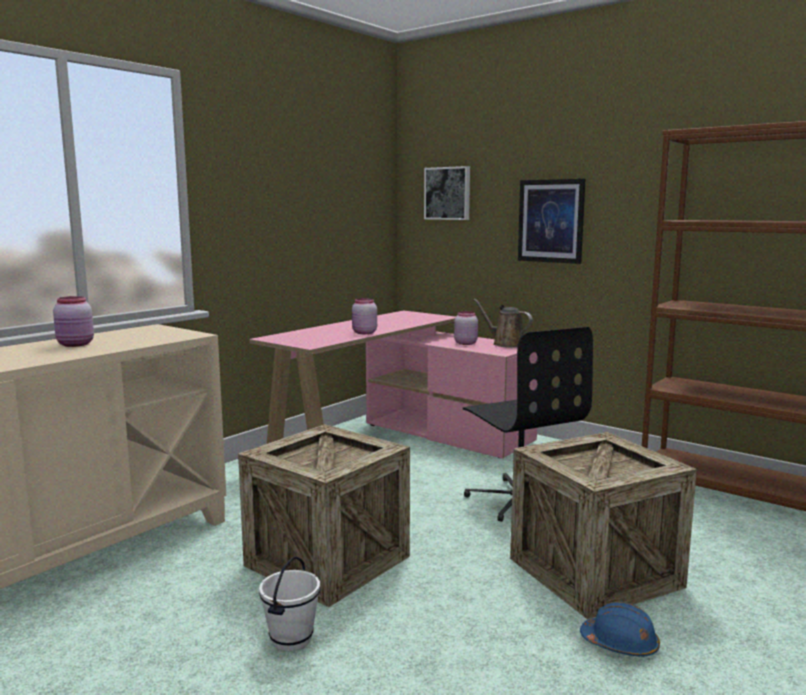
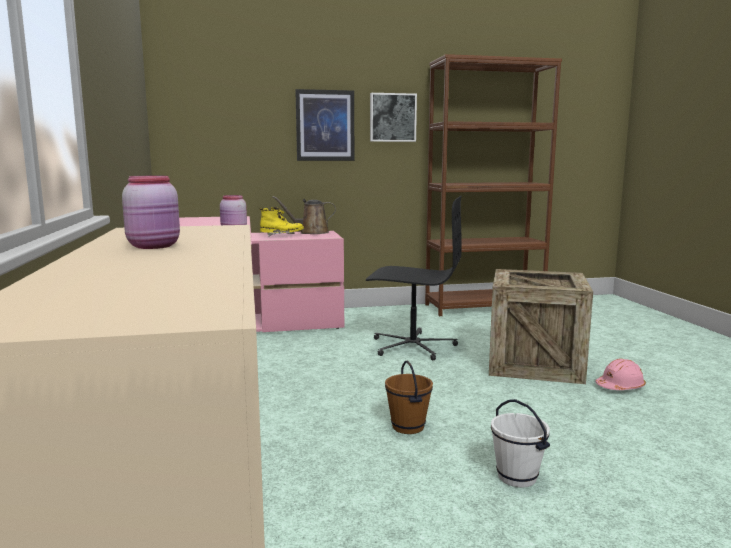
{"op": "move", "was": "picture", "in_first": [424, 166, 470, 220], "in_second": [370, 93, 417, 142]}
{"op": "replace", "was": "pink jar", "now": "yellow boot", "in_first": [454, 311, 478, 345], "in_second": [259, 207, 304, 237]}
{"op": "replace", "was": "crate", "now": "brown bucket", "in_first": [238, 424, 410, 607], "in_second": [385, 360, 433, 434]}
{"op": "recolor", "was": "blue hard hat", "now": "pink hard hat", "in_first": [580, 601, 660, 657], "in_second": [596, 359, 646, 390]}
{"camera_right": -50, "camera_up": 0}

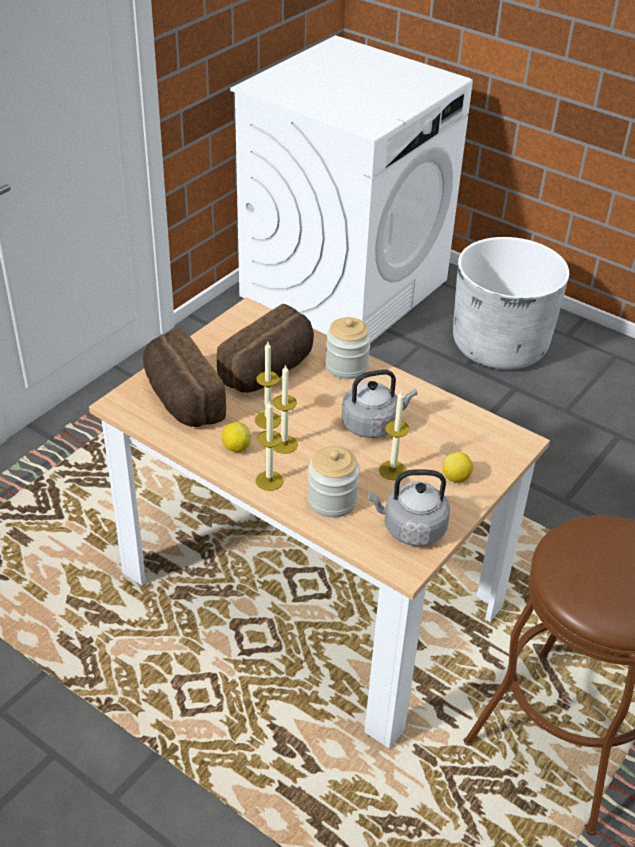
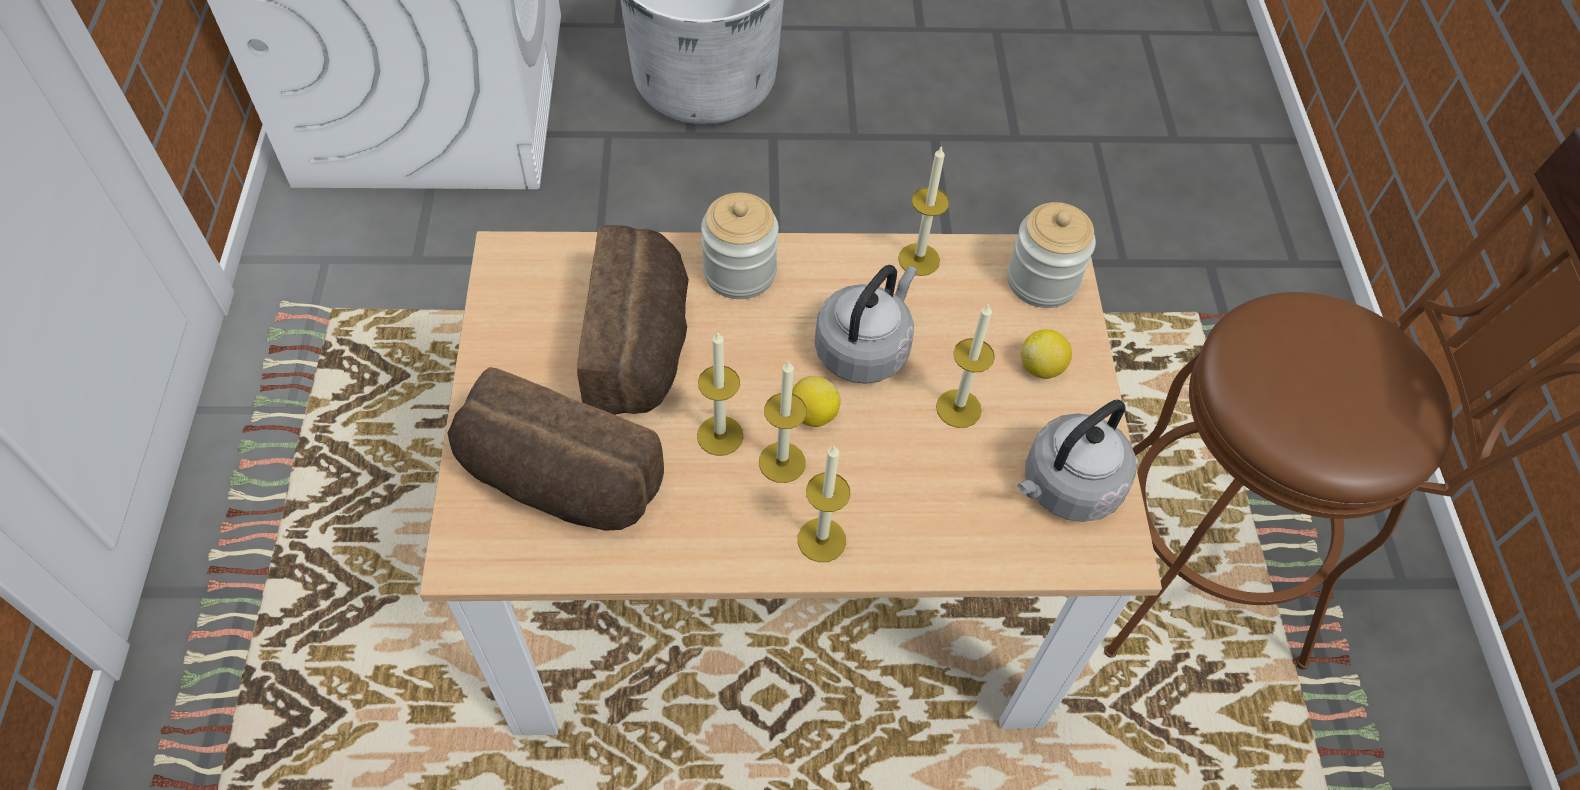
{"op": "move", "was": "lemon", "in_first": [222, 422, 251, 452], "in_second": [792, 376, 841, 427]}
{"op": "move", "was": "jar", "in_first": [308, 446, 360, 518], "in_second": [1007, 202, 1096, 308]}
{"op": "insert", "now": "candle", "in_second": [898, 145, 950, 276]}
{"camera_right": -40, "camera_up": 15}

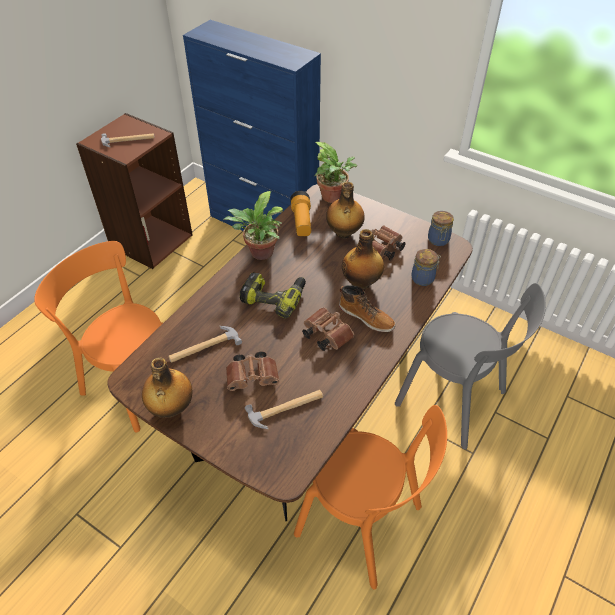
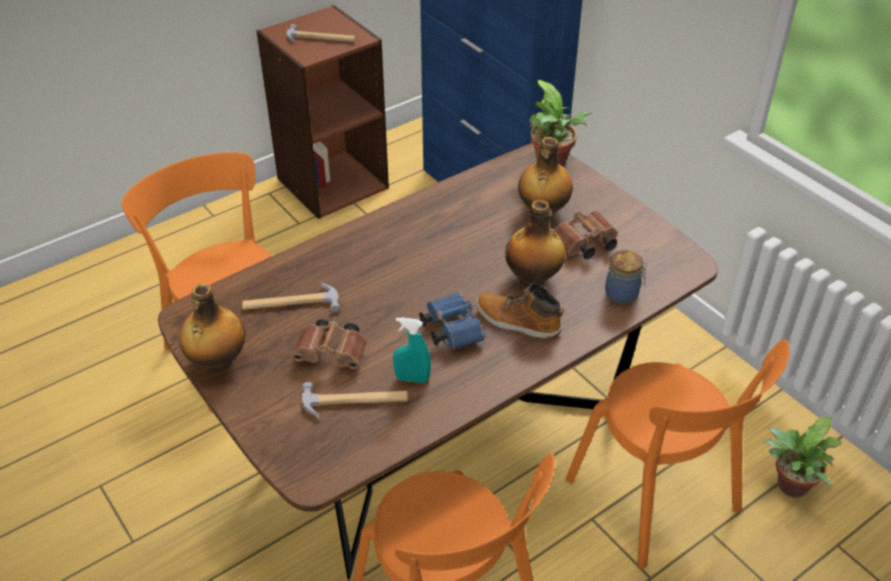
{"op": "move", "was": "potted plant", "in_first": [223, 191, 283, 260], "in_second": [763, 417, 841, 498]}
{"op": "delete", "was": "flashlight", "in_first": [290, 191, 311, 237]}
{"op": "delete", "was": "jar", "in_first": [428, 211, 454, 246]}
{"op": "delete", "was": "power drill", "in_first": [240, 272, 306, 319]}
{"op": "recolor", "was": "grey chair", "now": "orange chair", "in_first": [395, 283, 546, 449], "in_second": [566, 339, 790, 569]}
{"op": "rotate", "was": "boot", "in_first": [339, 285, 396, 332], "in_second": [476, 284, 564, 340], "clockwise": 150}
{"op": "recolor", "was": "brown binoculars", "now": "blue binoculars", "in_first": [302, 308, 355, 351], "in_second": [419, 292, 485, 349]}
{"op": "insert", "now": "turquoise spray bottle", "in_second": [393, 317, 431, 383]}
{"camera_right": 20, "camera_up": -5}

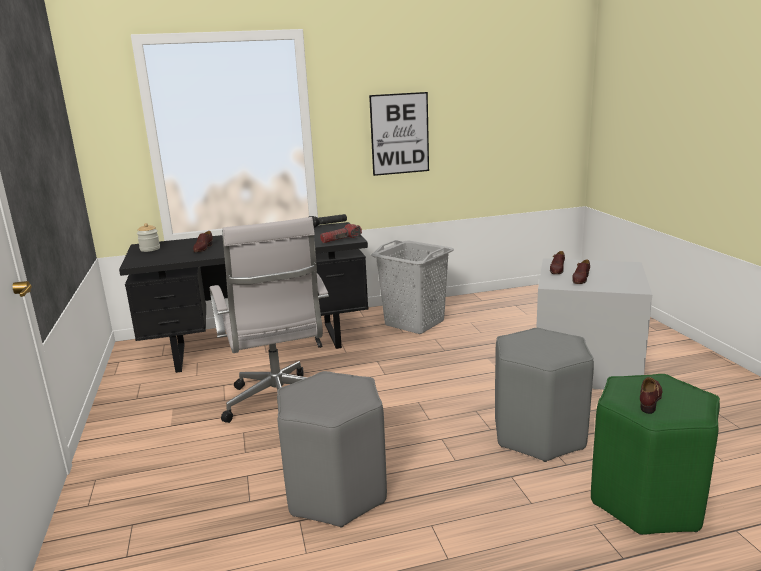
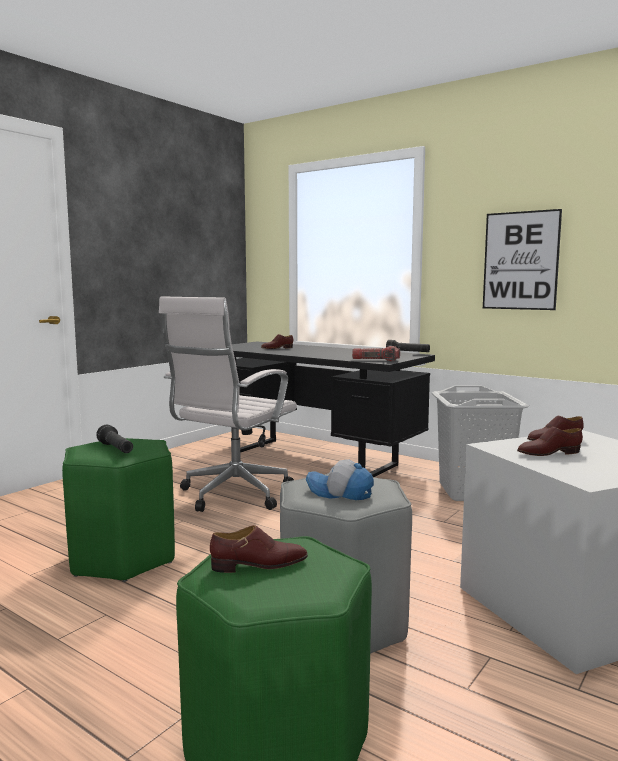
{"op": "delete", "was": "jar", "in_first": [137, 223, 160, 252]}
{"op": "recolor", "was": "grey stool", "now": "green stool", "in_first": [277, 371, 387, 528], "in_second": [62, 438, 175, 582]}
{"op": "insert", "now": "black flashlight", "in_second": [96, 425, 133, 453]}
{"op": "insert", "now": "cap", "in_second": [306, 459, 374, 500]}
{"camera_right": 50, "camera_up": -10}

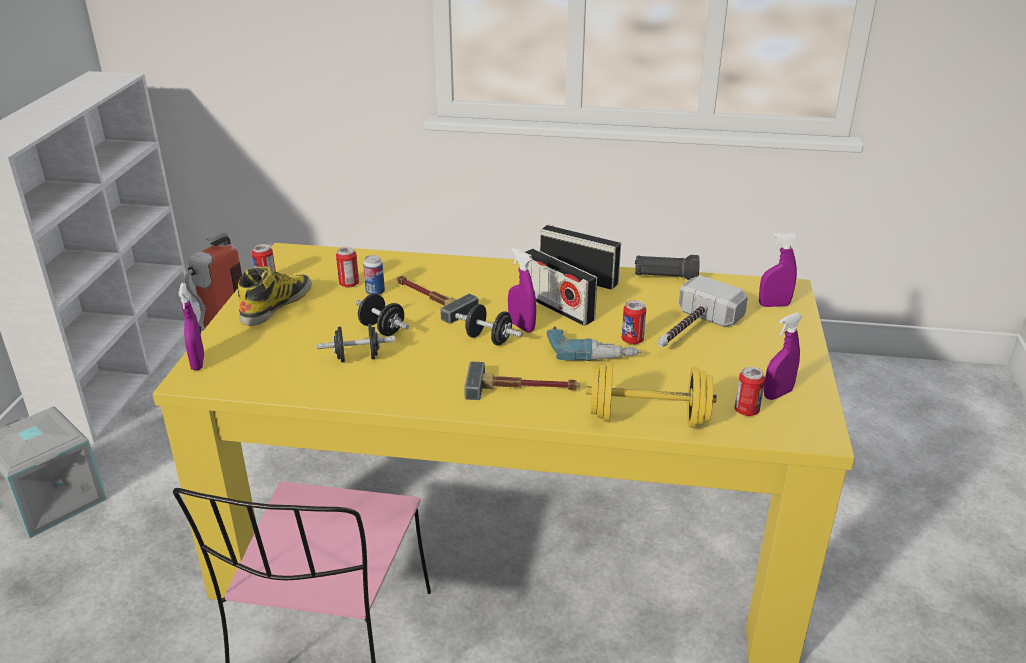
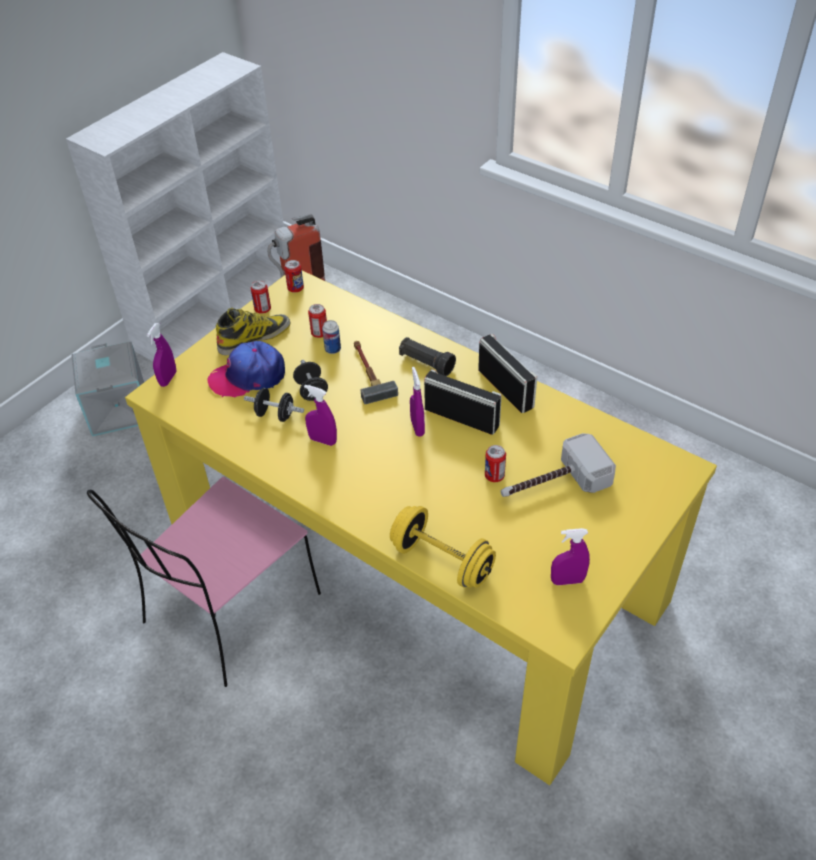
{"op": "move", "was": "purple spray bottle", "in_first": [759, 232, 798, 307], "in_second": [304, 385, 337, 446]}
{"op": "rotate", "was": "radio", "in_first": [524, 248, 597, 326], "in_second": [424, 369, 502, 435], "clockwise": 135}
{"op": "move", "was": "black flashlight", "in_first": [635, 255, 700, 281], "in_second": [399, 337, 456, 376]}
{"op": "delete", "was": "black dumbbell", "in_first": [455, 304, 523, 345]}
{"op": "delete", "was": "power drill", "in_first": [546, 327, 641, 361]}
{"op": "delete", "was": "hammer", "in_first": [464, 362, 580, 400]}
{"op": "move", "was": "can", "in_first": [735, 367, 765, 416], "in_second": [284, 260, 304, 293]}
{"op": "insert", "now": "cap", "in_second": [207, 341, 285, 397]}
{"camera_right": 30, "camera_up": 15}

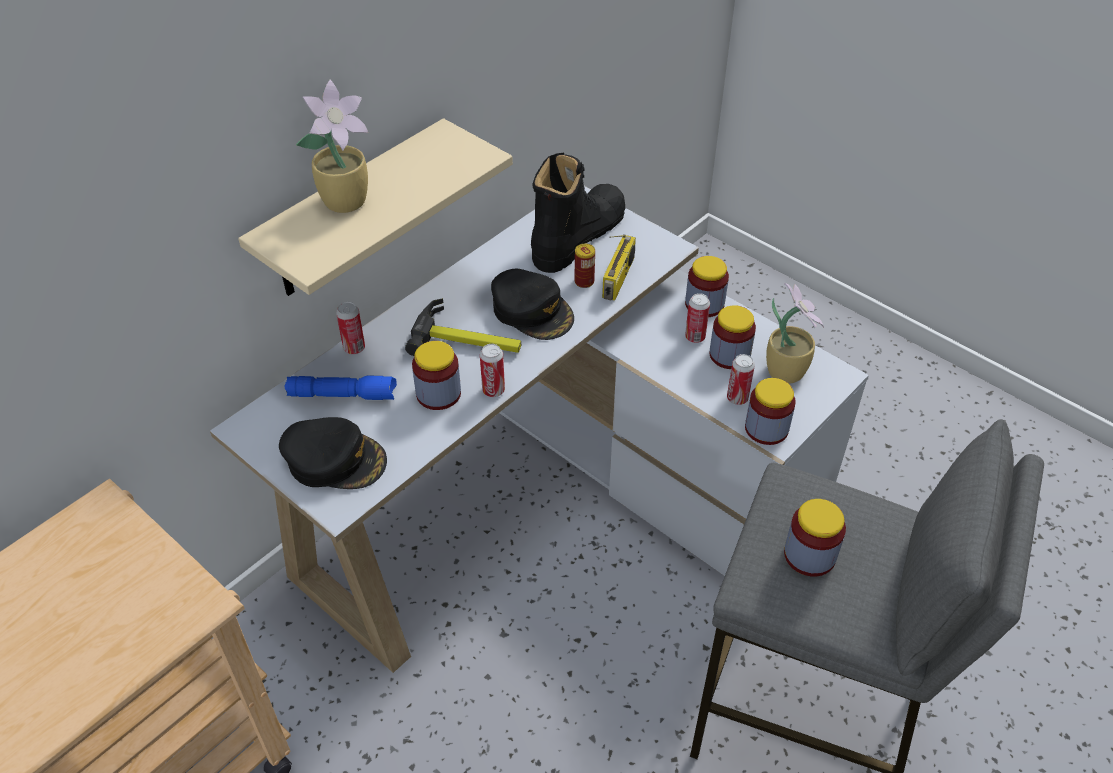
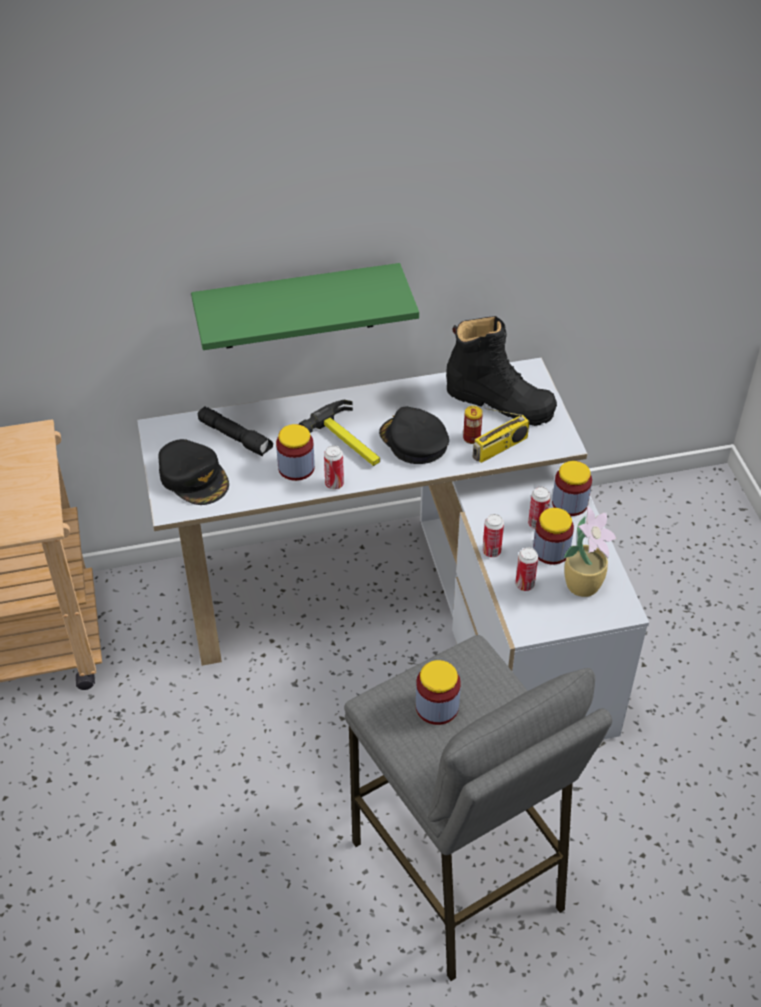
{"op": "delete", "was": "potted plant", "in_first": [296, 80, 368, 213]}
{"op": "recolor", "was": "beige shelf", "now": "green shelf", "in_first": [238, 118, 513, 296], "in_second": [191, 263, 419, 350]}
{"op": "rotate", "was": "black boot", "in_first": [531, 153, 625, 273], "in_second": [446, 316, 557, 426], "clockwise": 45}
{"op": "rotate", "was": "black cap", "in_first": [491, 269, 574, 340], "in_second": [379, 406, 449, 464], "clockwise": 150}
{"op": "move", "was": "can", "in_first": [336, 302, 365, 354], "in_second": [482, 514, 504, 557]}
{"op": "recolor", "was": "blue flashlight", "now": "black flashlight", "in_first": [284, 376, 397, 400], "in_second": [198, 407, 273, 457]}
{"op": "delete", "was": "jar", "in_first": [745, 378, 796, 445]}
{"camera_right": 35, "camera_up": 0}

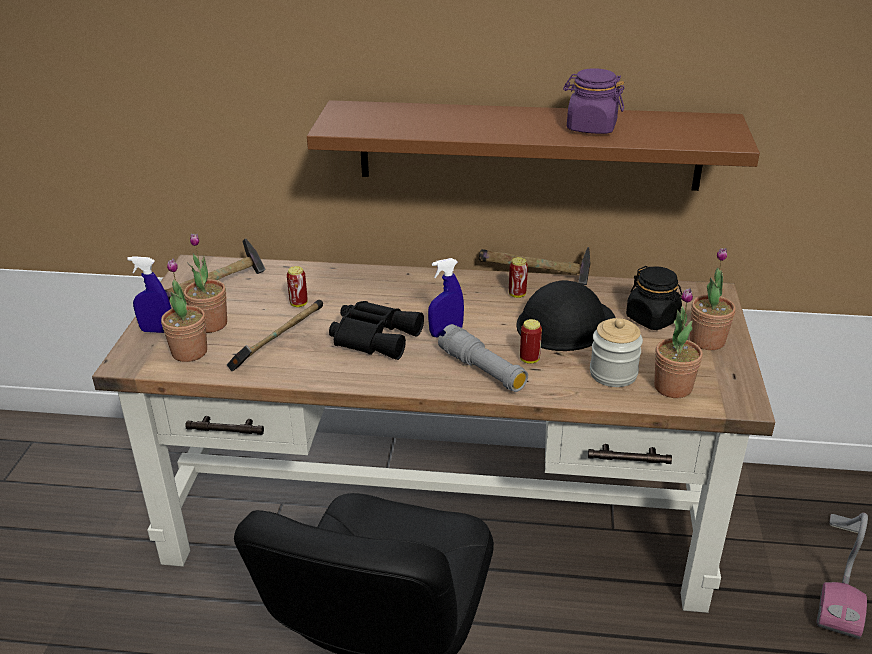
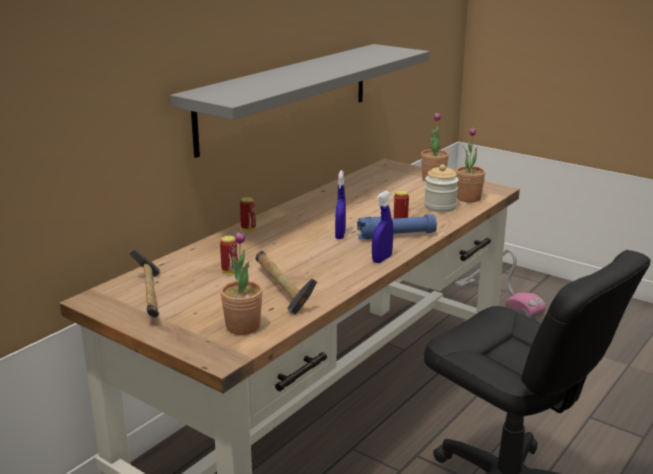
{"op": "delete", "was": "purple jar", "in_first": [563, 68, 624, 134]}
{"op": "recolor", "was": "brown shelf", "now": "grey shelf", "in_first": [307, 100, 760, 191], "in_second": [170, 44, 429, 158]}
{"op": "delete", "was": "potted plant", "in_first": [184, 233, 227, 333]}
{"op": "delete", "was": "hammer", "in_first": [479, 247, 591, 285]}
{"op": "move", "was": "blue spray bottle", "in_first": [127, 256, 171, 333], "in_second": [372, 191, 393, 263]}
{"op": "move", "was": "can", "in_first": [509, 257, 528, 298], "in_second": [240, 197, 256, 231]}
{"op": "delete", "was": "black jar", "in_first": [626, 266, 682, 330]}
{"op": "delete", "was": "black hard hat", "in_first": [516, 280, 616, 351]}
{"op": "delete", "was": "black binoculars", "in_first": [329, 301, 424, 360]}
{"op": "recolor", "was": "grey flashlight", "now": "blue flashlight", "in_first": [438, 324, 528, 392], "in_second": [357, 214, 437, 239]}
{"camera_right": -60, "camera_up": -10}

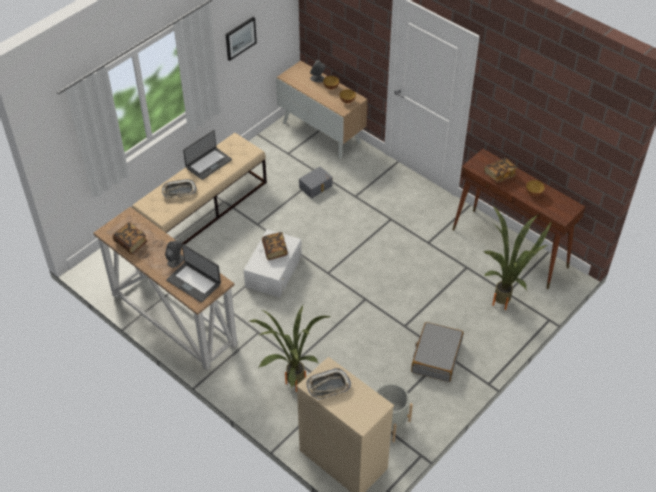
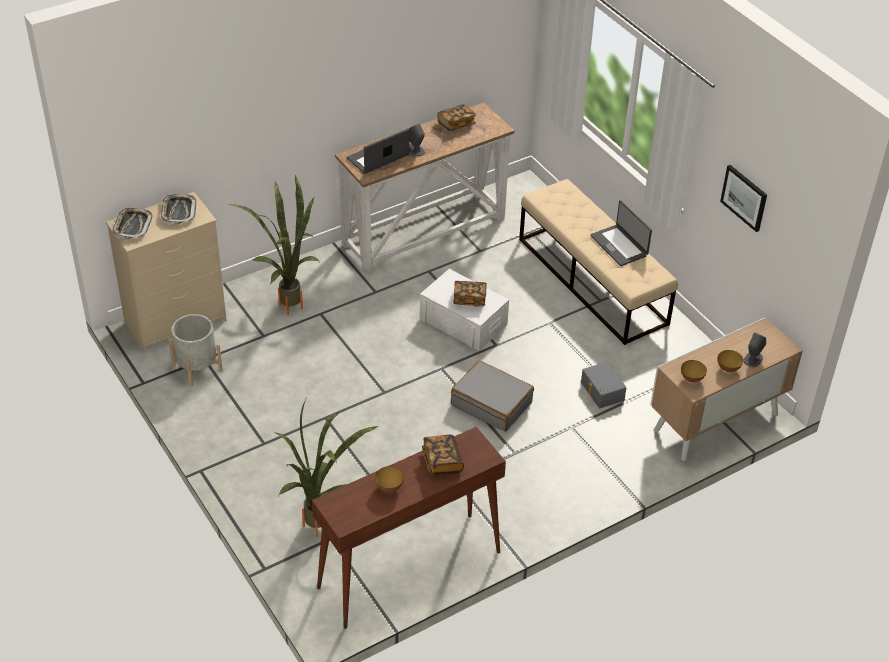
{"op": "move", "was": "tray", "in_first": [162, 179, 197, 198], "in_second": [113, 208, 153, 240]}
{"op": "move", "was": "grey suitcase", "in_first": [411, 322, 464, 382], "in_second": [451, 360, 534, 432]}
{"camera_right": 105, "camera_up": -5}

